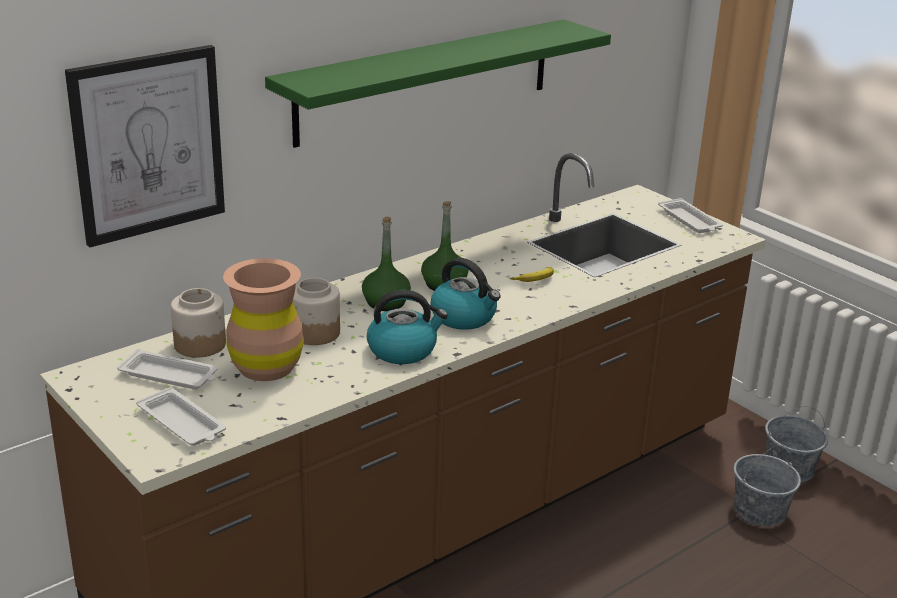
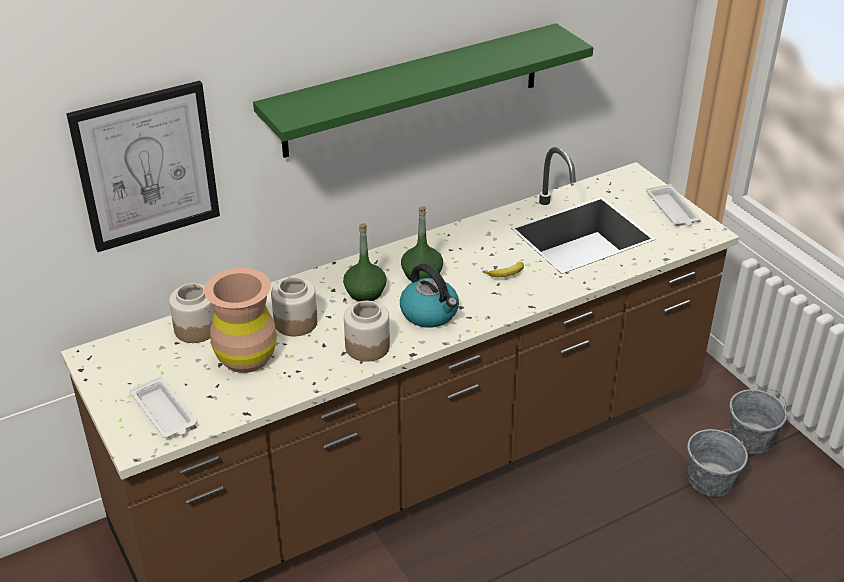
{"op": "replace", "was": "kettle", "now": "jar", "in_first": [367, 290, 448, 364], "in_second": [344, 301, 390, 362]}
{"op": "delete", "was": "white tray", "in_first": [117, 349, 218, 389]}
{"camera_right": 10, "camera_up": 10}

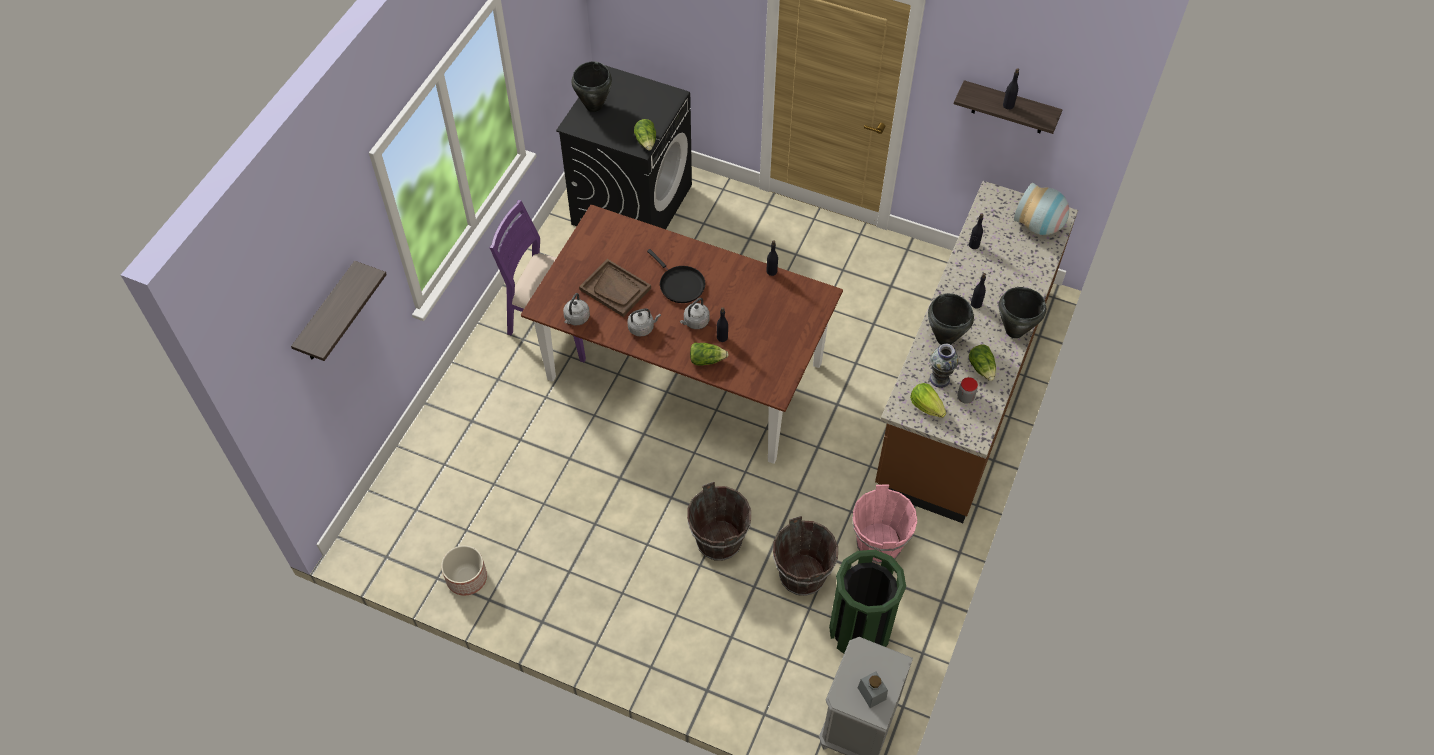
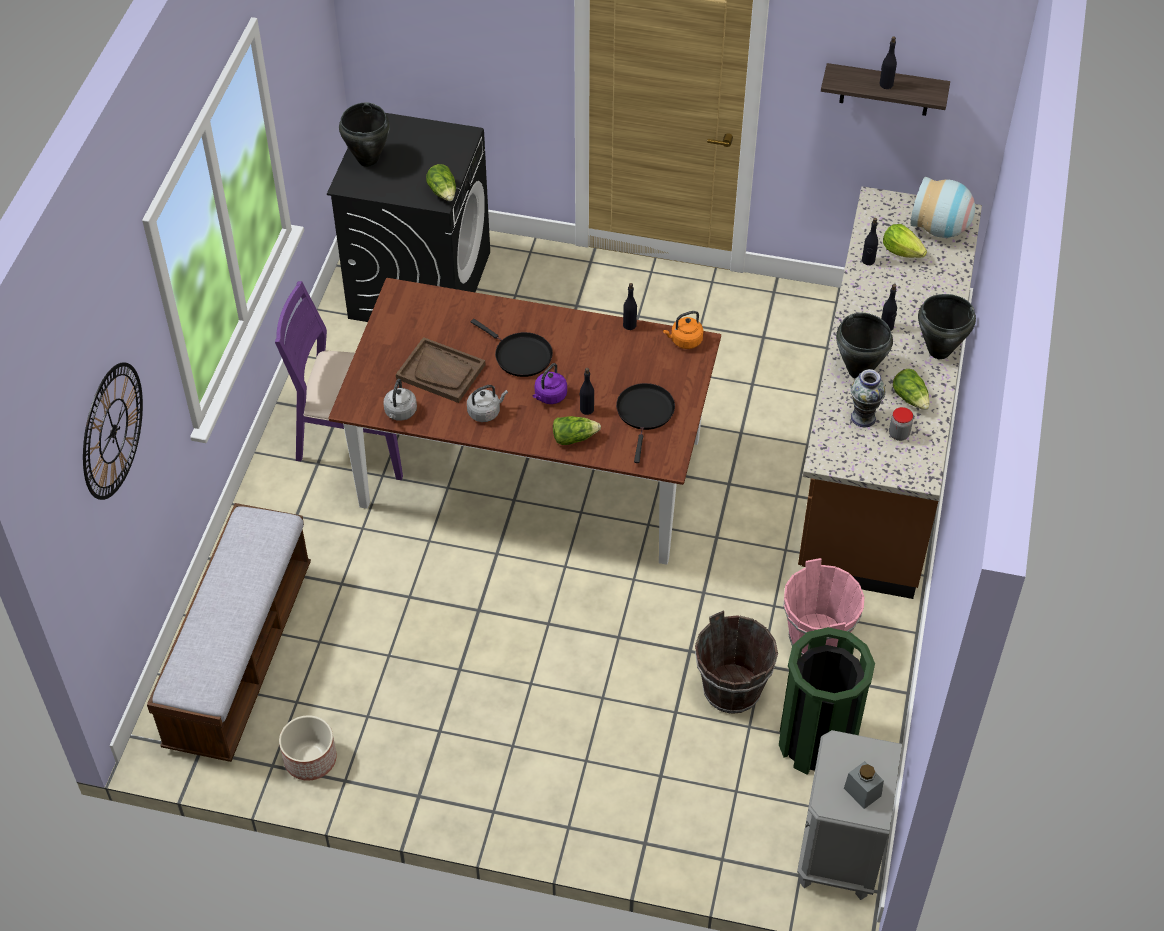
{"op": "replace", "was": "shelf", "now": "wall clock", "in_first": [291, 261, 387, 361], "in_second": [83, 362, 143, 500]}
{"op": "recolor", "was": "grey kettle", "now": "purple kettle", "in_first": [680, 298, 710, 329], "in_second": [533, 363, 567, 404]}
{"op": "move", "was": "lettuce", "in_first": [910, 383, 946, 418], "in_second": [883, 224, 927, 258]}
{"op": "delete", "was": "brown bucket", "in_first": [687, 482, 751, 561]}
{"op": "insert", "now": "orange kettle", "in_second": [663, 311, 703, 349]}
{"op": "insert", "now": "black frying pan", "in_second": [616, 383, 675, 463]}
{"op": "insert", "now": "bench", "in_second": [147, 503, 311, 762]}
{"camera_right": -10, "camera_up": -5}

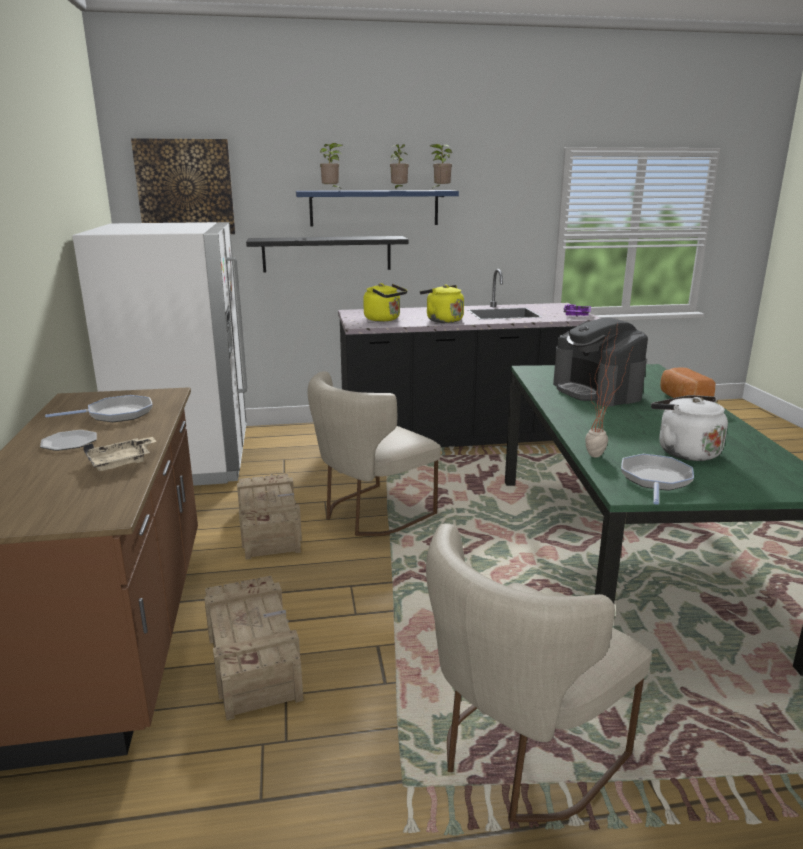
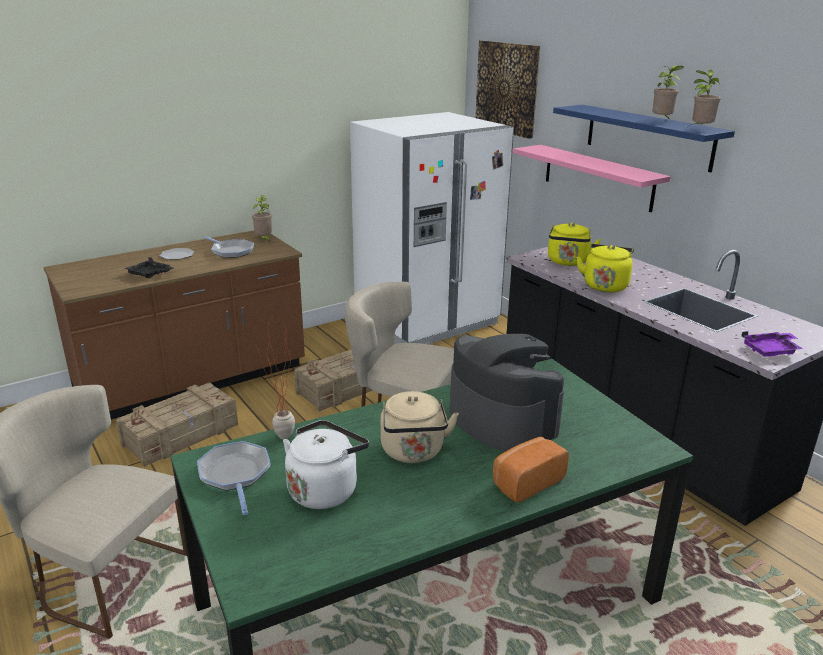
{"op": "move", "was": "potted plant", "in_first": [320, 143, 343, 188], "in_second": [252, 195, 272, 243]}
{"op": "recolor", "was": "black shelf", "now": "pink shelf", "in_first": [246, 236, 408, 273], "in_second": [513, 145, 671, 212]}
{"op": "rotate", "was": "coffee machine", "in_first": [553, 318, 648, 407], "in_second": [449, 334, 564, 452], "clockwise": 105}
{"op": "recolor", "was": "beige tray", "now": "black tray", "in_first": [83, 437, 157, 471], "in_second": [124, 257, 173, 278]}
{"op": "rotate", "was": "frying pan", "in_first": [621, 454, 694, 505], "in_second": [197, 441, 271, 515], "clockwise": -105}
{"op": "insert", "now": "beige kettle", "in_second": [380, 391, 459, 463]}
{"camera_right": 65, "camera_up": 5}

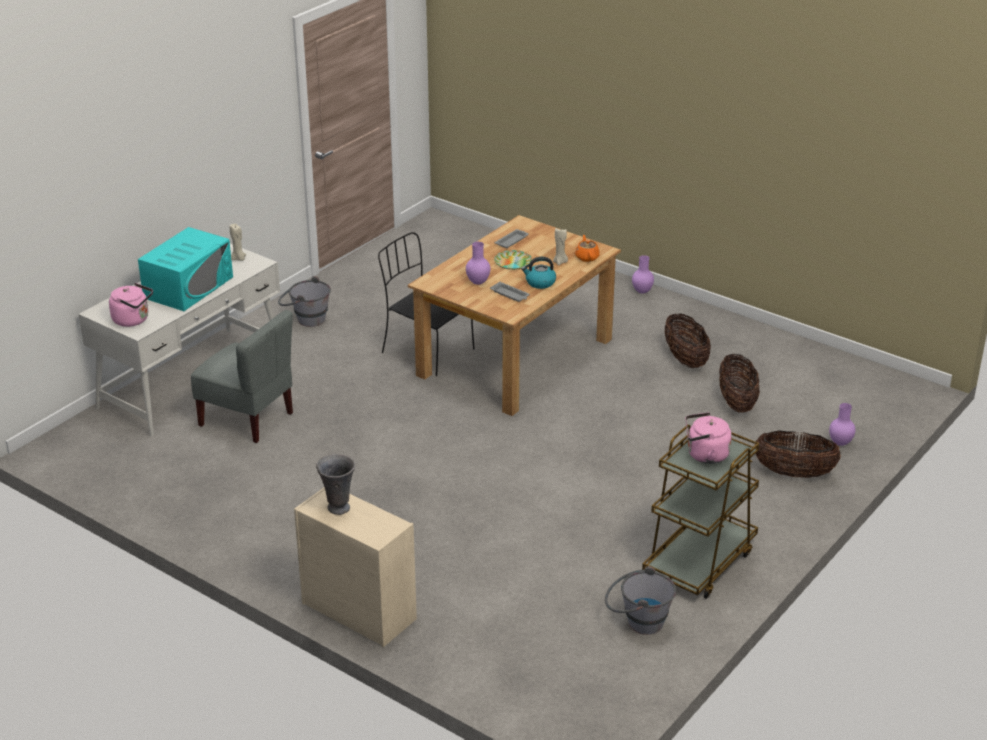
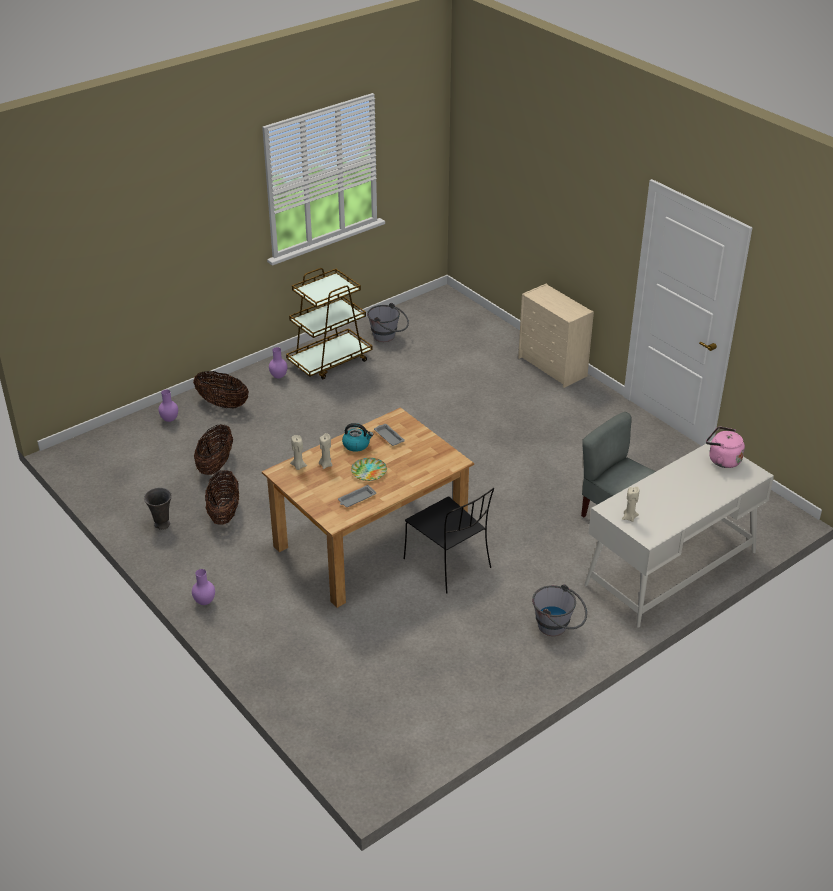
{"op": "delete", "was": "turquoise microwave", "in_first": [138, 227, 233, 311]}
{"op": "replace", "was": "orange teapot", "now": "beige candle", "in_first": [575, 235, 600, 262], "in_second": [290, 435, 307, 470]}
{"op": "move", "was": "purple vase", "in_first": [466, 242, 491, 285], "in_second": [269, 347, 287, 379]}
{"op": "delete", "was": "pink kettle", "in_first": [685, 412, 732, 464]}
{"op": "move", "was": "grey vase", "in_first": [316, 454, 355, 515], "in_second": [144, 488, 171, 530]}
{"camera_right": -165, "camera_up": 5}

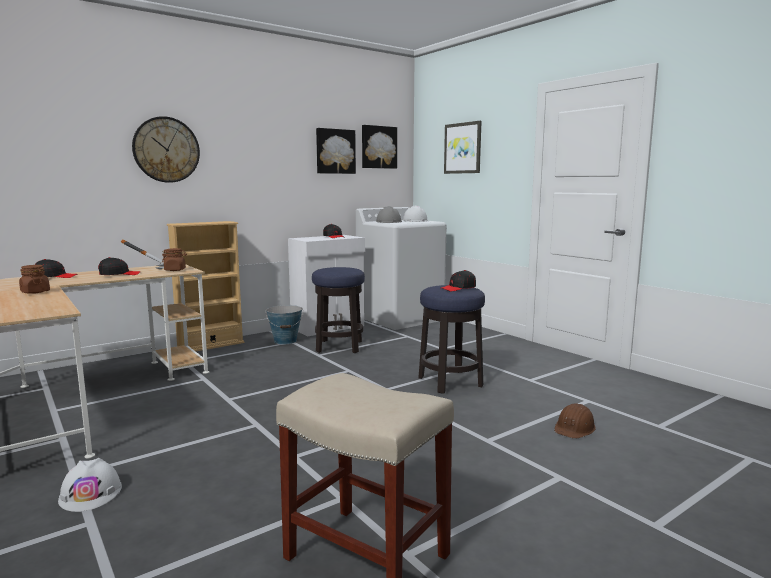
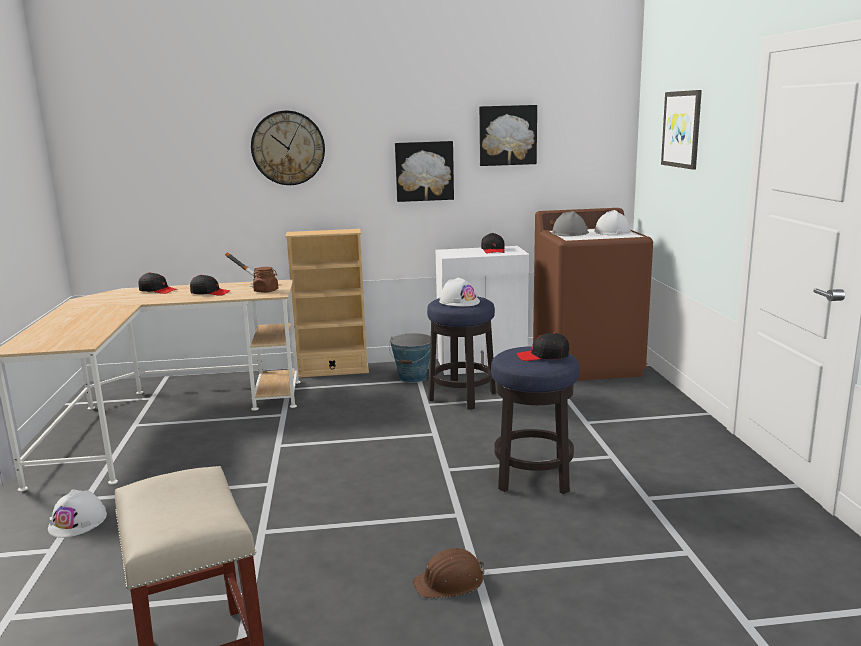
{"op": "move", "was": "picture", "in_first": [362, 125, 397, 169], "in_second": [395, 141, 454, 202]}
{"op": "recolor", "was": "white washing machine", "now": "brown washing machine", "in_first": [356, 207, 447, 330], "in_second": [533, 208, 653, 381]}
{"op": "delete", "was": "brown jar", "in_first": [19, 265, 50, 294]}
{"op": "move", "was": "brown hard hat", "in_first": [554, 403, 596, 439], "in_second": [413, 548, 485, 598]}
{"op": "insert", "now": "white hard hat", "in_second": [439, 278, 480, 306]}
{"camera_right": 30, "camera_up": 5}

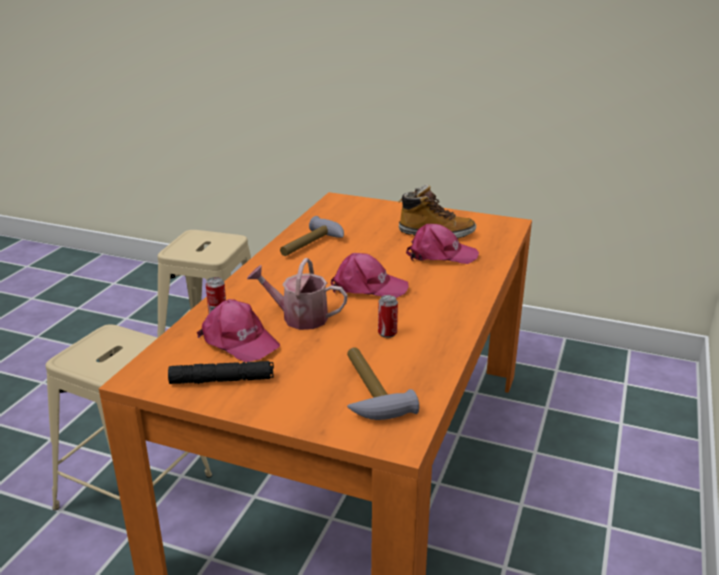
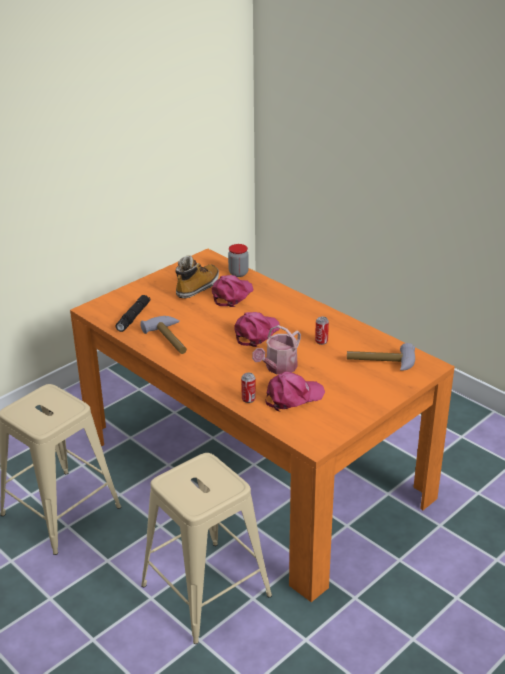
{"op": "move", "was": "black flashlight", "in_first": [168, 361, 274, 384], "in_second": [115, 295, 150, 332]}
{"op": "insert", "now": "jar", "in_second": [228, 244, 249, 277]}
{"camera_right": -65, "camera_up": 5}

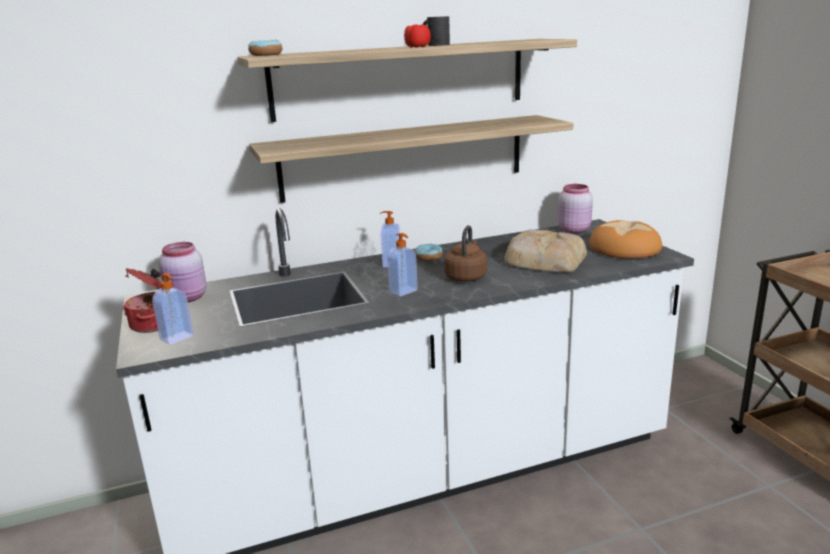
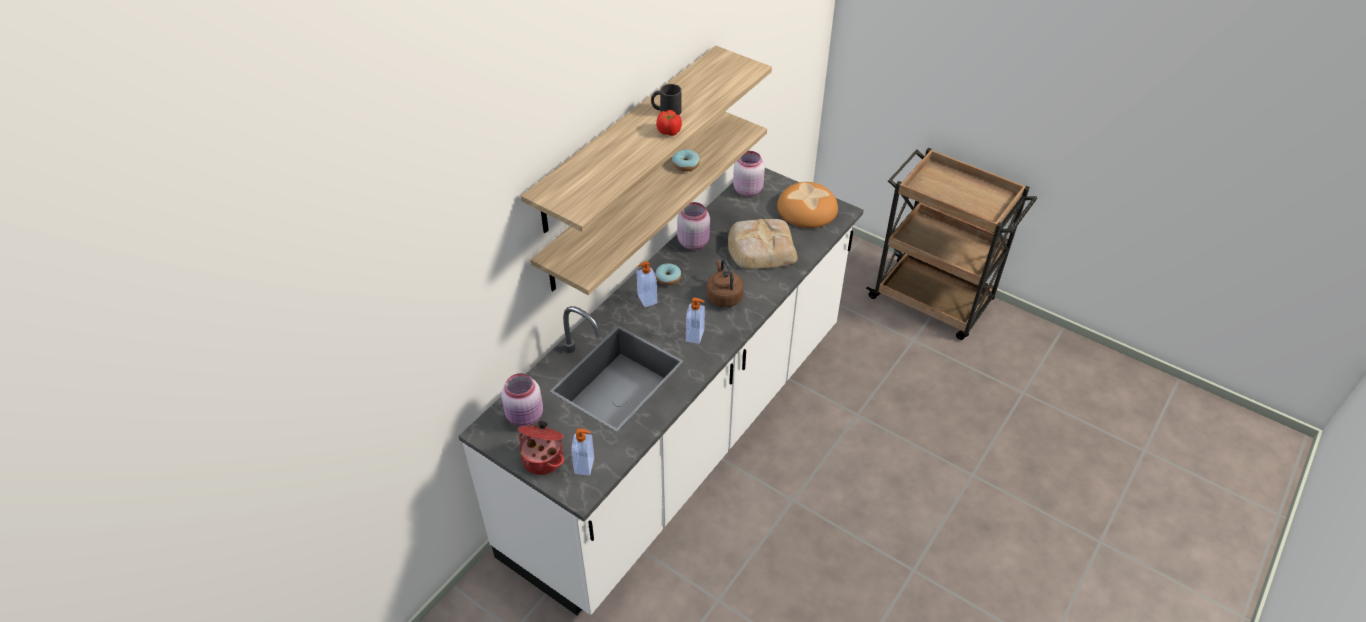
{"op": "move", "was": "donut", "in_first": [248, 40, 282, 56], "in_second": [672, 149, 700, 172]}
{"op": "insert", "now": "pink jar", "in_second": [677, 202, 710, 250]}
{"camera_right": -35, "camera_up": 25}

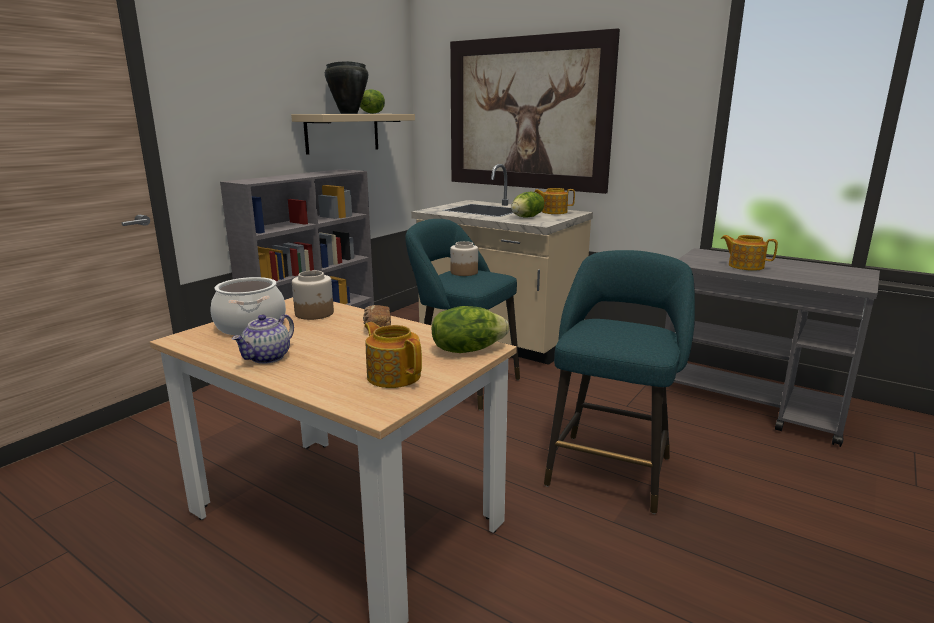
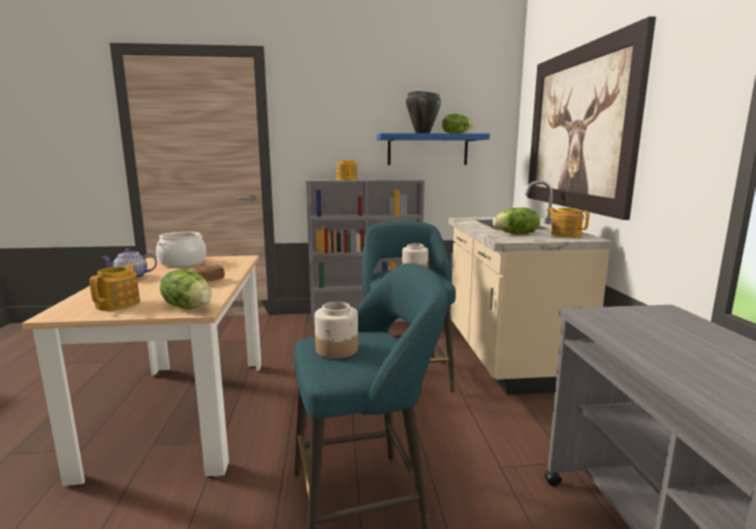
{"op": "recolor", "was": "beige shelf", "now": "blue shelf", "in_first": [291, 114, 415, 155], "in_second": [377, 133, 490, 165]}
{"op": "move", "was": "teapot", "in_first": [721, 235, 778, 271], "in_second": [336, 160, 358, 180]}
{"op": "move", "was": "jar", "in_first": [292, 271, 334, 320], "in_second": [315, 302, 358, 359]}
{"camera_right": 50, "camera_up": -5}

